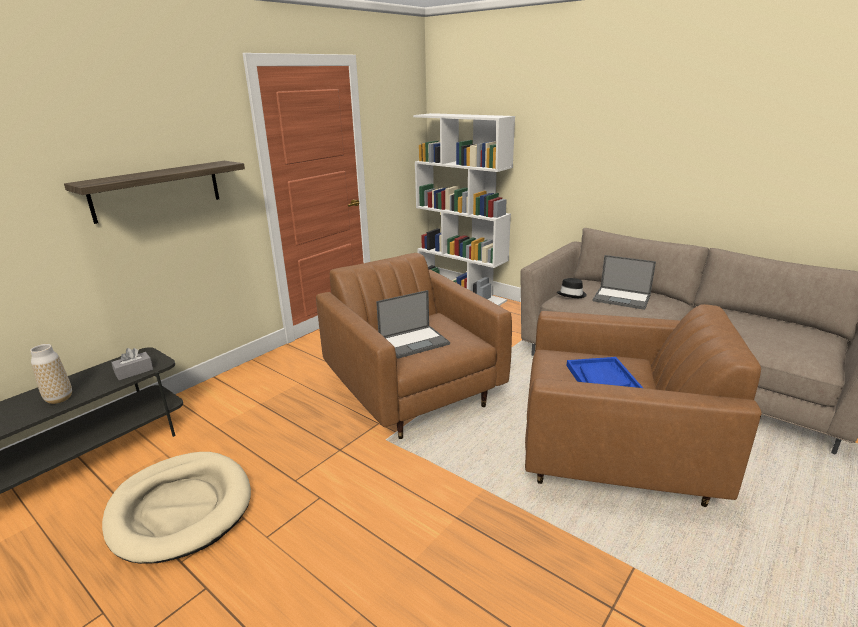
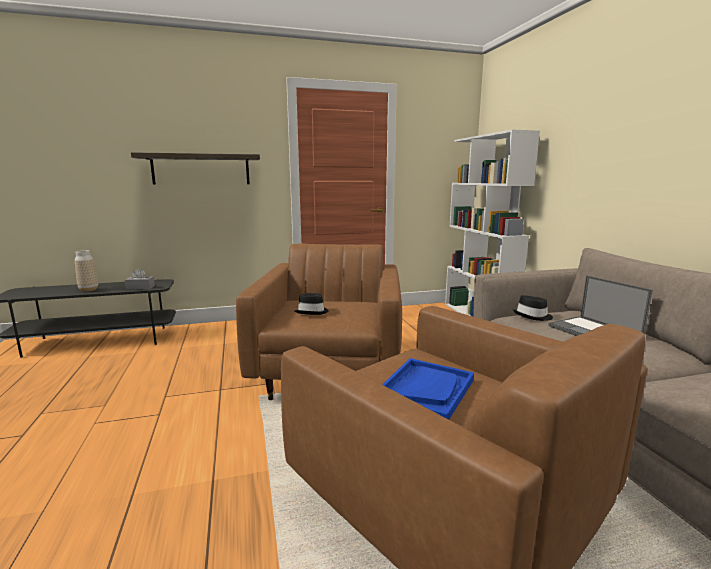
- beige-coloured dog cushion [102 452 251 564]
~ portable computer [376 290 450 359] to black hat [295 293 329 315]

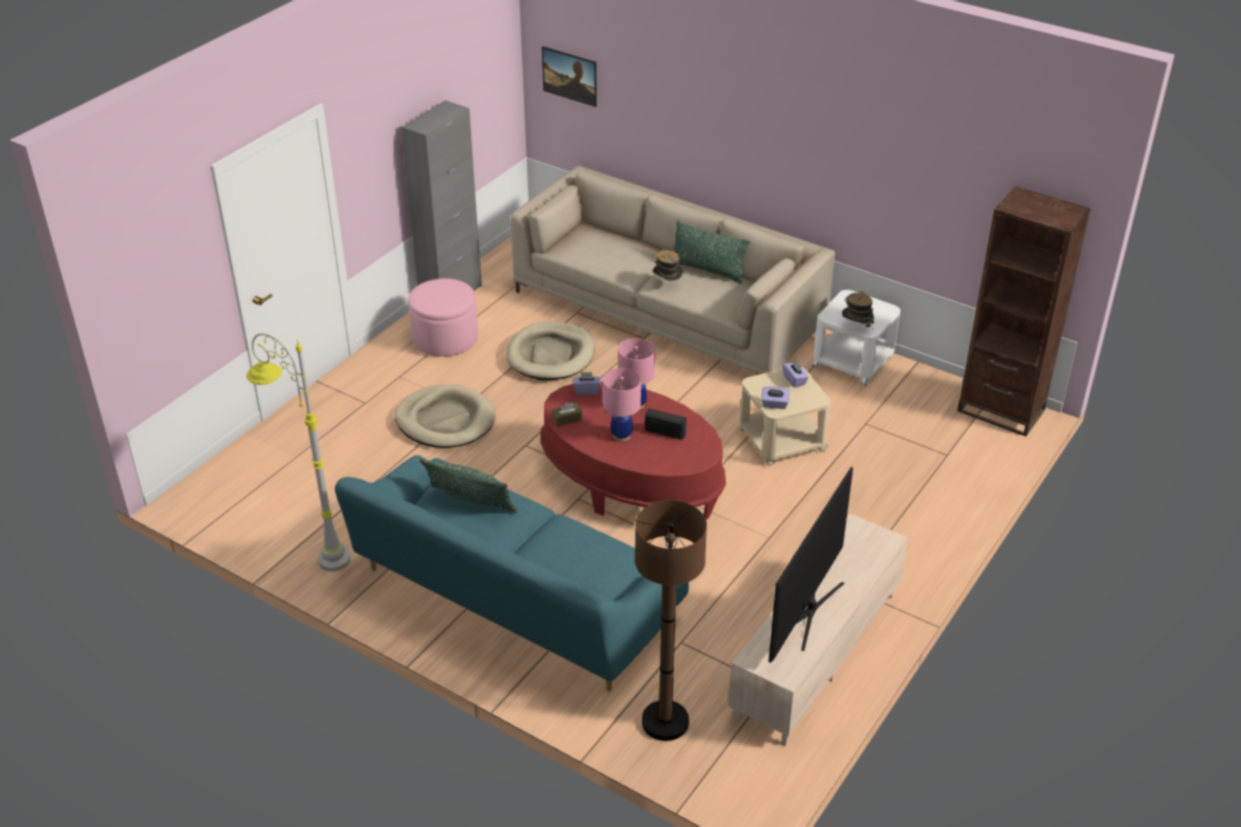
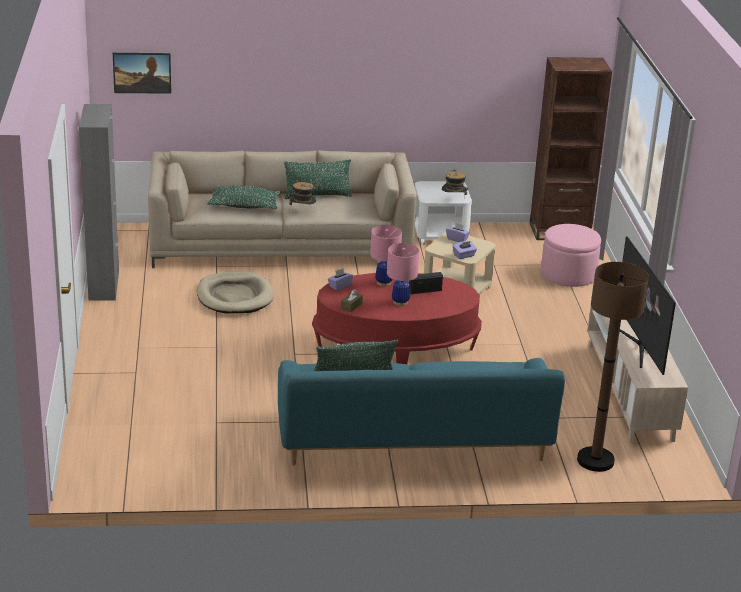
- gray standard lamp [246 333 350 571]
- beige-coloured dog cushion [395 384 496 448]
+ green pillow [207 185 280 209]
~ pink-coloured ottoman [408 278 478 357] to [541 224 601 287]

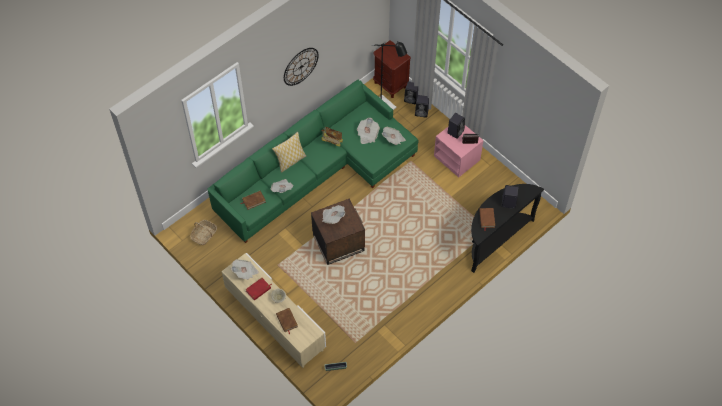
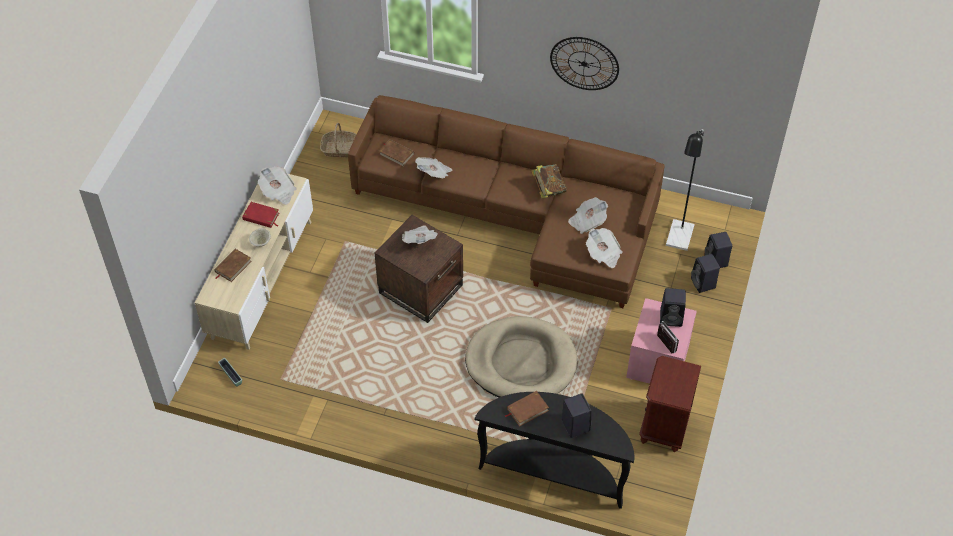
- pillow [272 132 306 173]
+ beige-coloured dog cushion [465 316 578 397]
~ brown-coloured night table [373 40 411 98] to [639 356 701 452]
~ green sofa [207 80 419 243] to brown-coloured sofa [348 95 665 308]

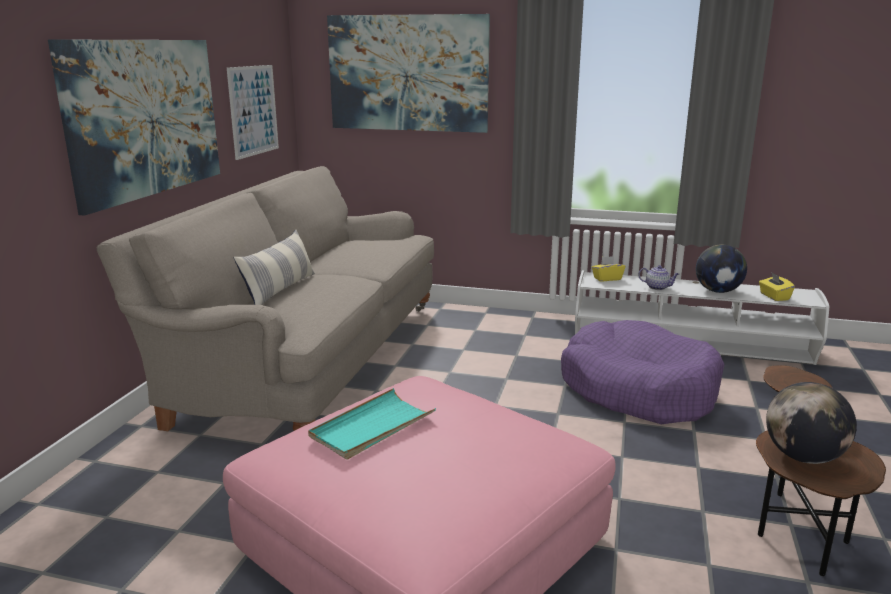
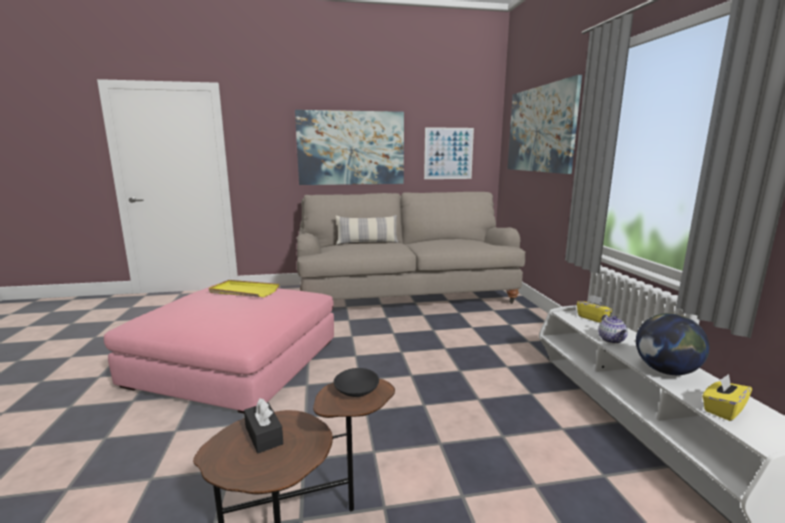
- purple dog cushion [561 320 725 424]
+ black deep dish [334 368 379 397]
~ world globe [766 382 857 464] to black tissue holder [244 398 283 453]
~ turquoise-coloured tray [308 388 436 459] to yellowish tray [209 280 279 297]

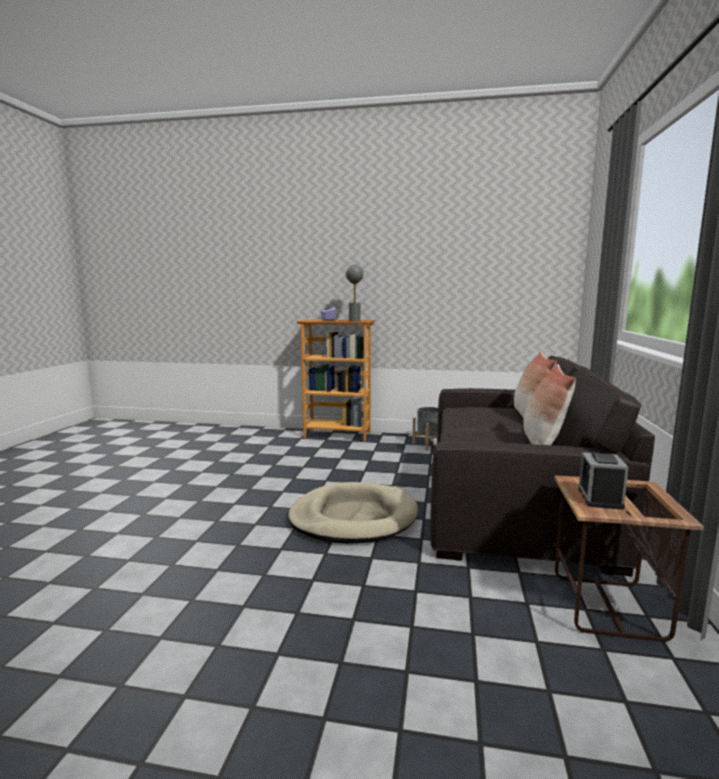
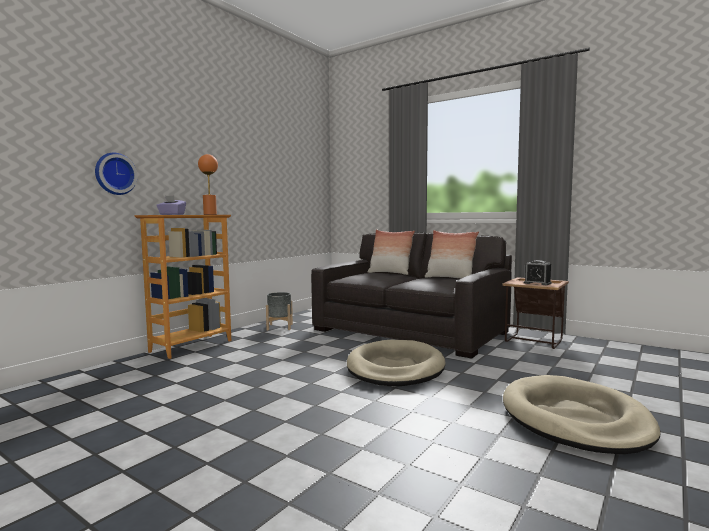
+ wall clock [95 153 137 195]
+ beige-coloured dog cushion [503 375 661 454]
~ gray tabletop lamp [346 264 363 321] to orange tabletop lamp [198 154 218 215]

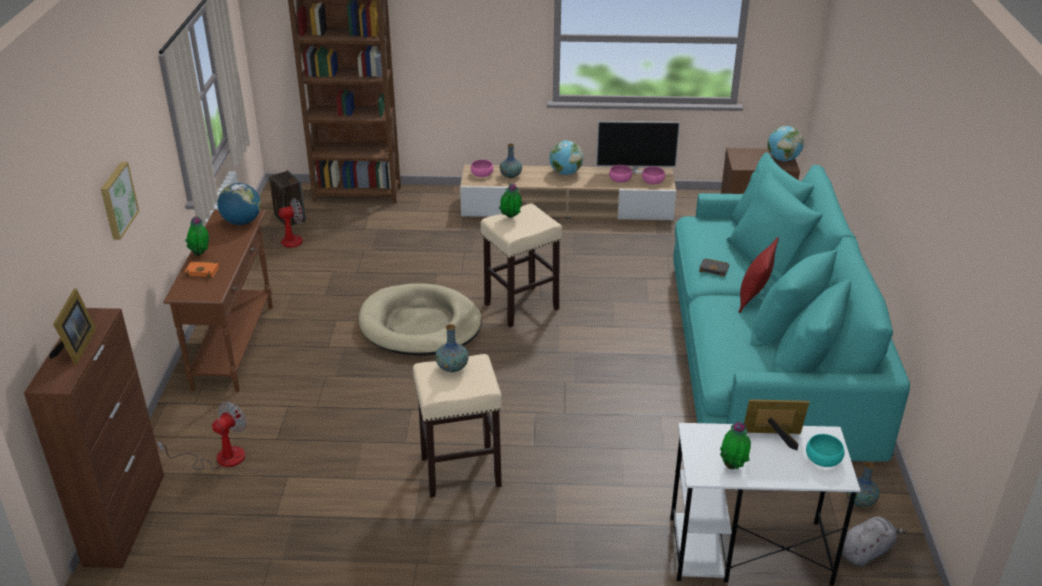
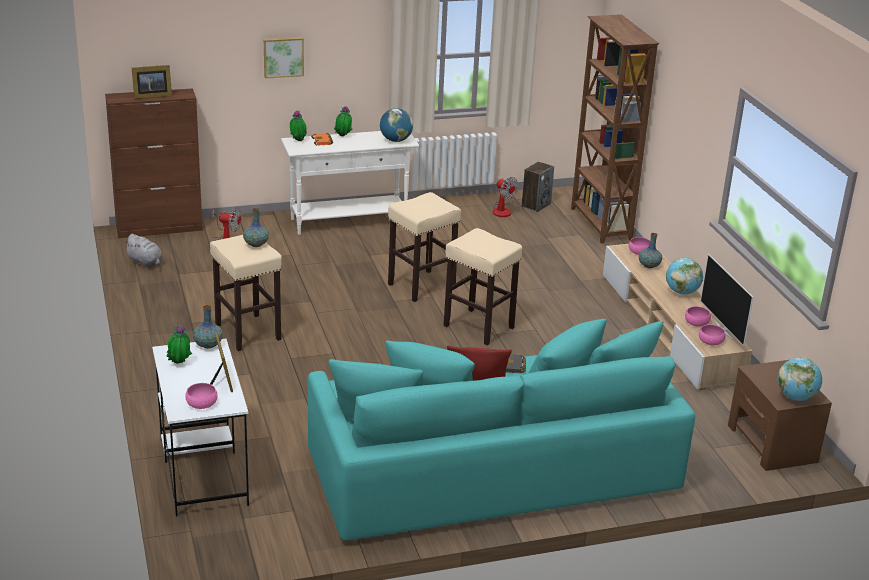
~ plant in a pot [499 183 522 218] to [290 111 307 141]
~ gray cuddly toy [842 516 907 567] to [124 234 163 268]
~ flower vase [846 462 879 507] to [193 305 223 349]
~ beige-coloured dog cushion [358 283 482 356] to beige-coloured stool seat [388 192 461 302]
~ brown-coloured console table [163 210 273 392] to white-coloured console table [281 131 419 235]
~ turquoise-coloured deep dish [806 434 844 467] to pink-coloured deep dish [185 383 218 409]

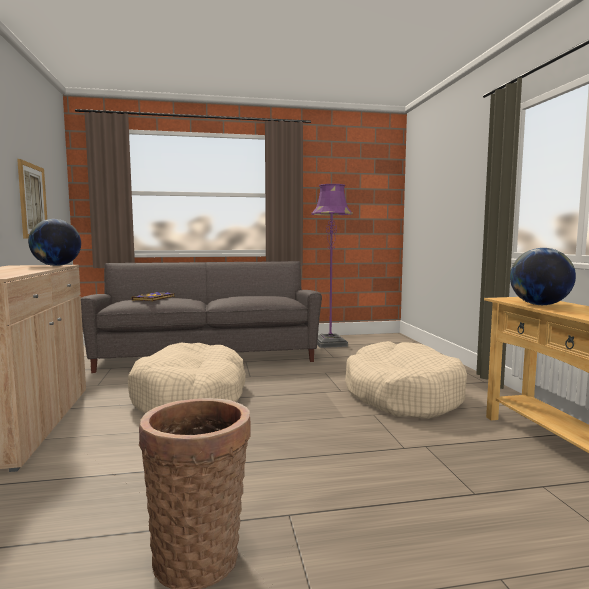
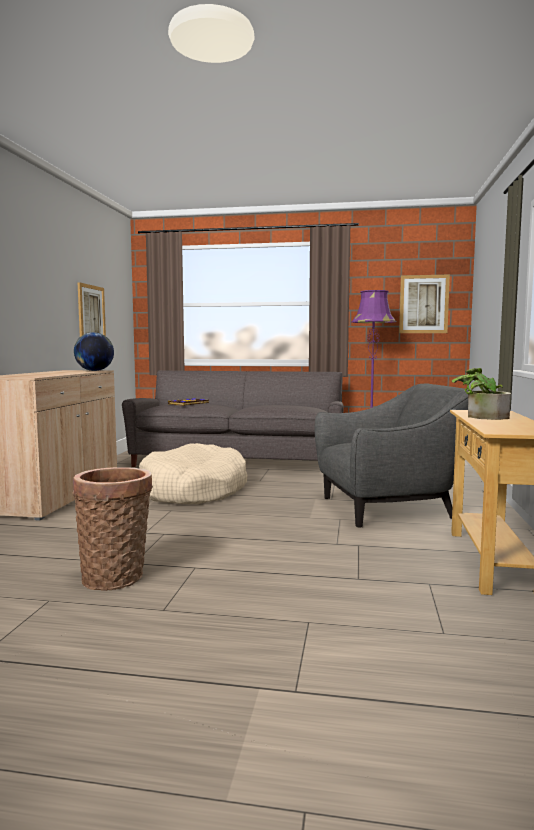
+ picture [399 274 450 333]
~ beige-coloured dog cushion [345 341 467 419] to gray easy chair [315 383 473 527]
~ world globe [510 248 576 305] to plant in a pot [452 368 511 420]

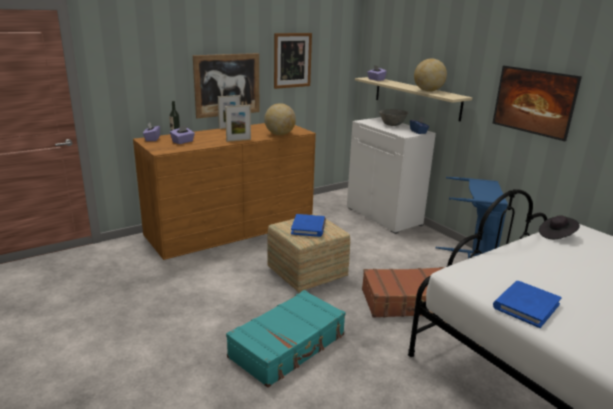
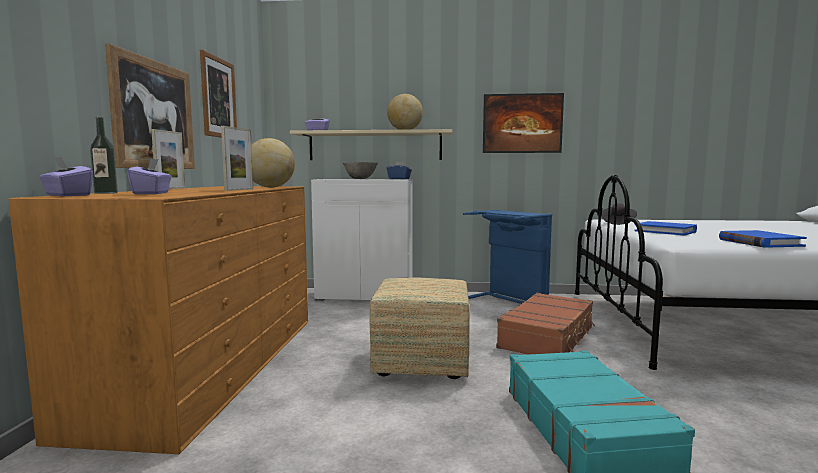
~ bluish bound book [291 214 326 237] to [634 221 697 236]

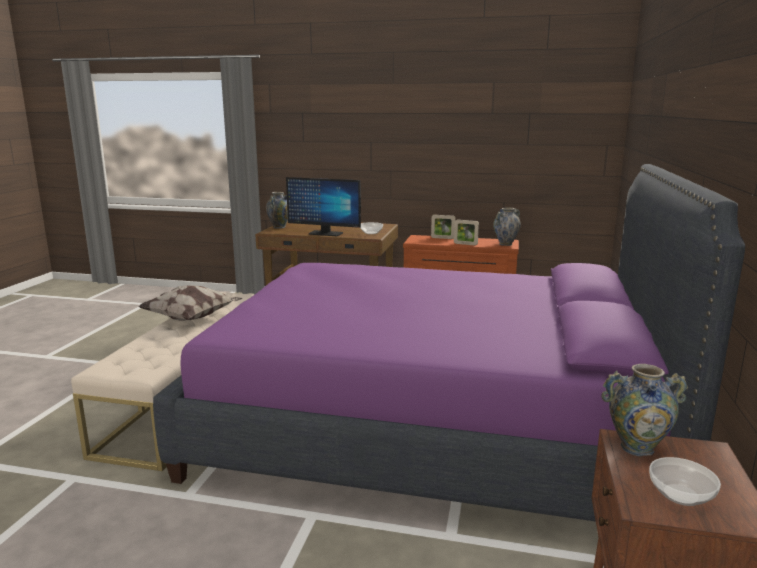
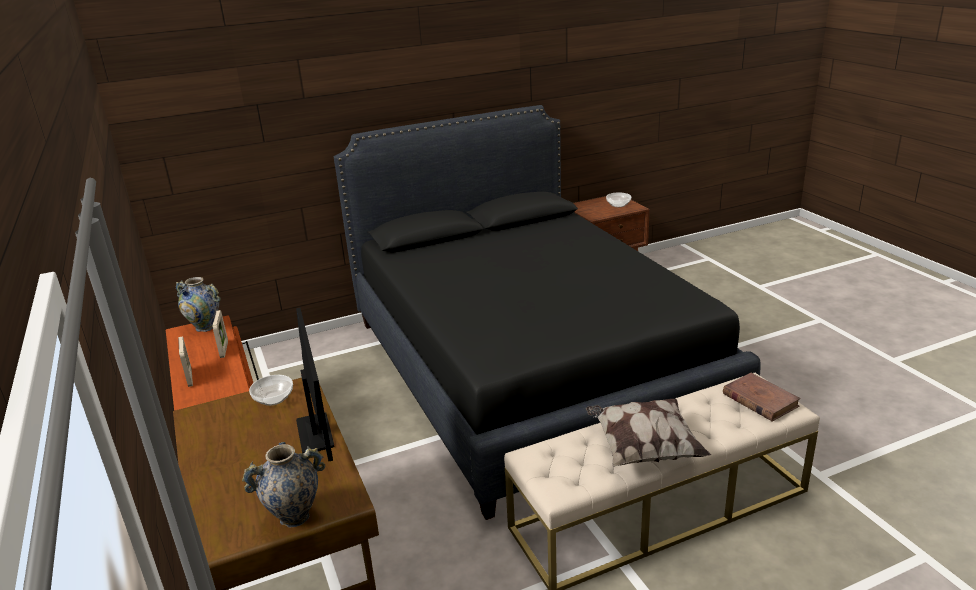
- flower vase [601 364 688 456]
+ brown-coloured bound book [723 373 801 422]
~ purple bed [153 164 745 522] to black bed [334 105 760 520]

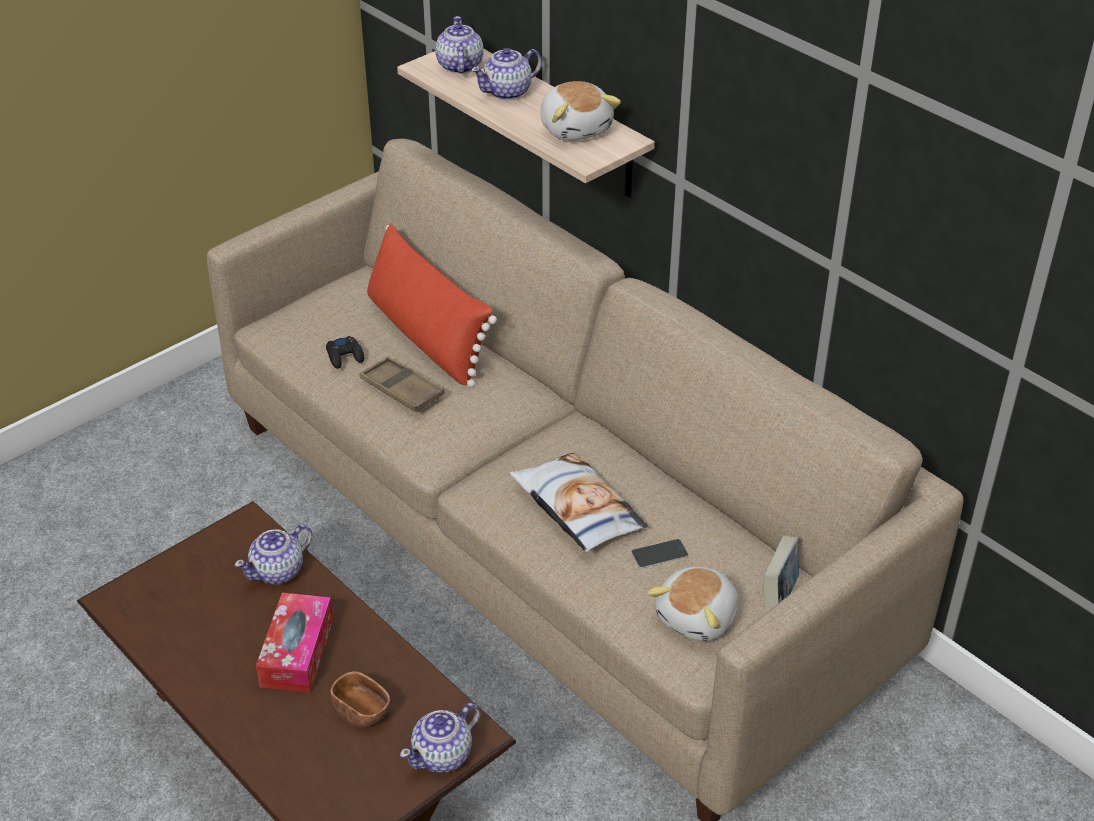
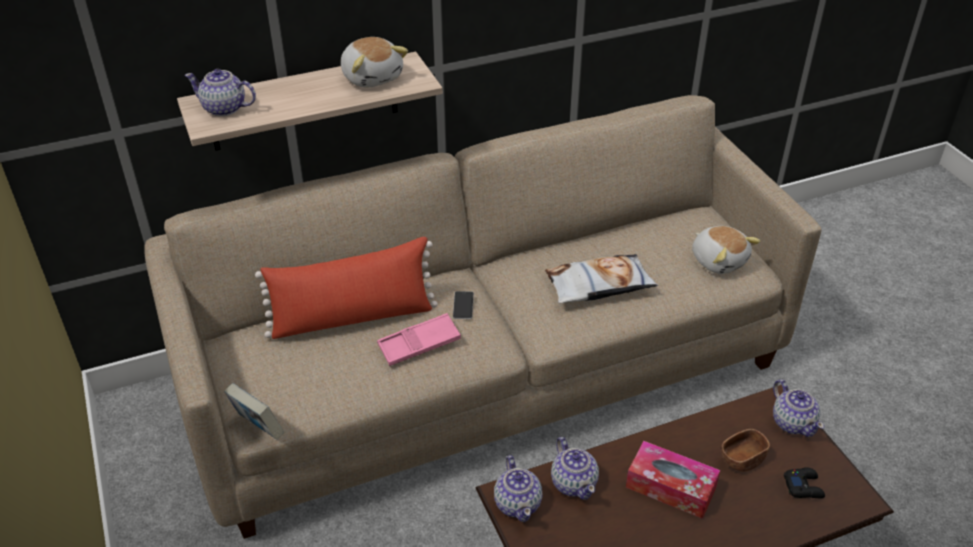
~ black gamepad [326 336 364 369] to [784 468 825 498]
~ teapot [471 48 542 100] to [494 455 543 522]
~ handset [631 539 689 568] to [453 291 474 319]
~ bound book [763 536 799 613] to [224 383 284 440]
~ brown-coloured tray [359 356 445 412] to pink-coloured tray [377 313 461 366]
~ cuddly toy [540 81 621 141] = [341 37 408 88] 60 degrees clockwise

